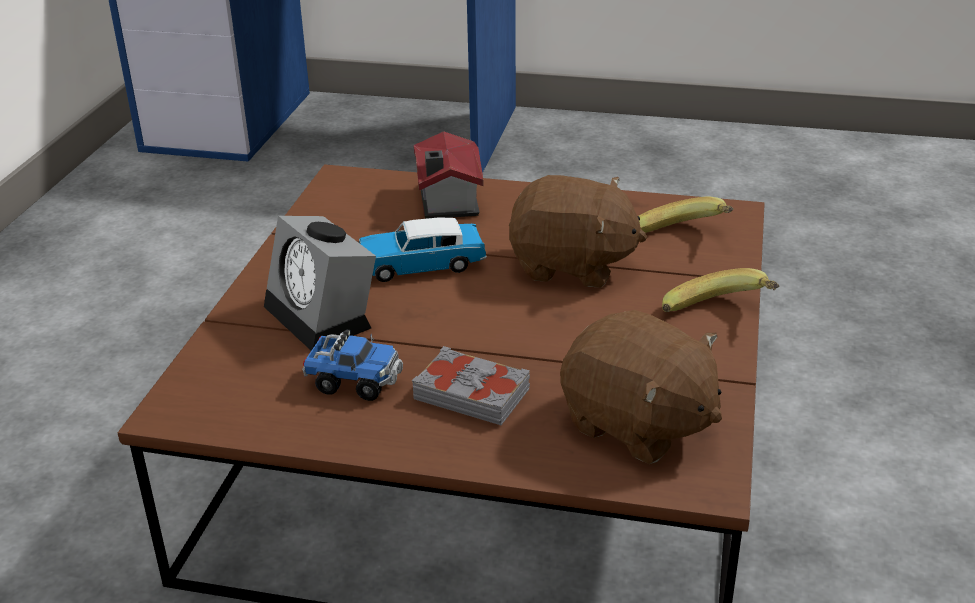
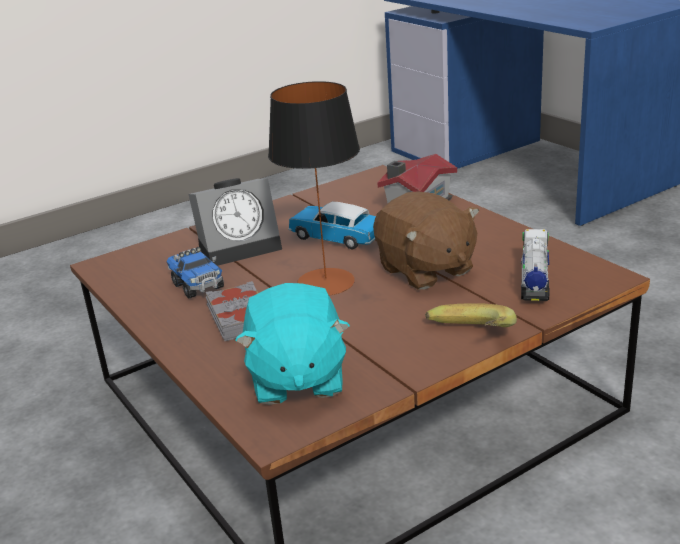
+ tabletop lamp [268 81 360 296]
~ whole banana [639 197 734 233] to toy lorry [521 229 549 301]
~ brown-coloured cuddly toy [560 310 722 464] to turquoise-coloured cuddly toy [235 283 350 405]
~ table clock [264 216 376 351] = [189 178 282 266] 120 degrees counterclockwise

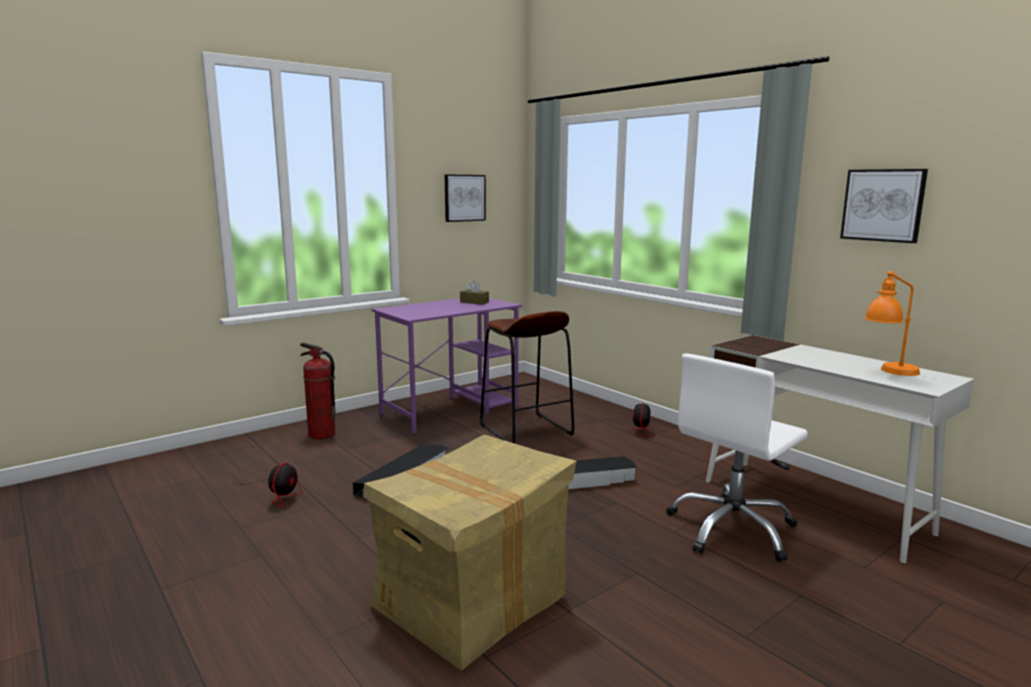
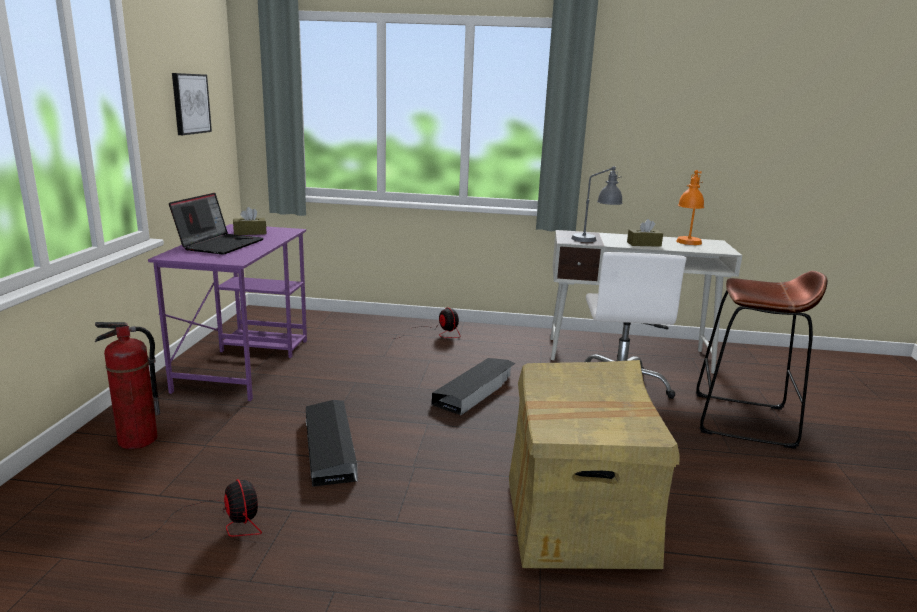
- picture [840 169 928 243]
+ portable computer [169 193 264 255]
+ gray tabletop lamp [571 166 623 242]
+ brown-coloured tissue holder [627 219 663 247]
~ brown-coloured stool seat [480 311 574 443] to [696 271 828 449]

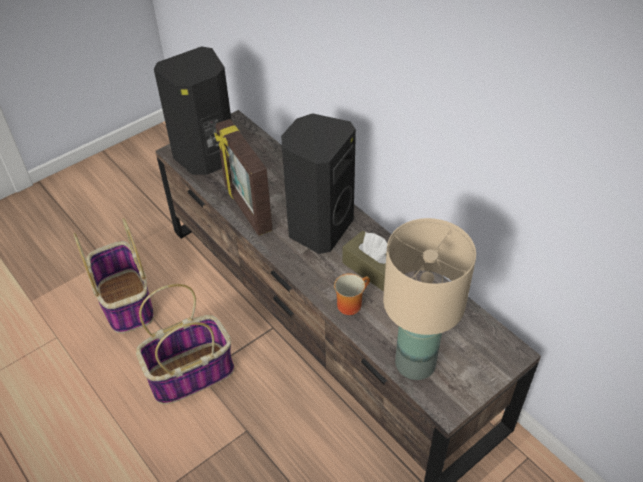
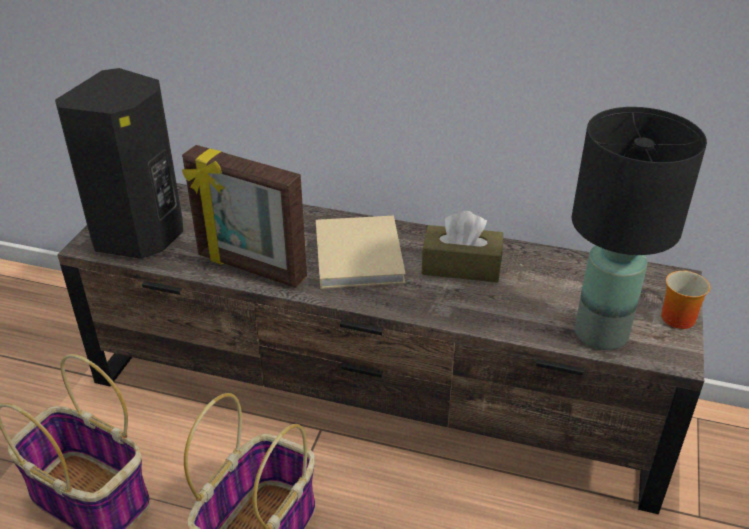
~ tea mug [334 274 370 315] to [661 270 710 329]
~ black loudspeaker [281 113 356 254] to beige-coloured bound book [316 216 406 289]
~ beige-coloured tabletop lamp [383 218 476 380] to black tabletop lamp [572 107 707 350]

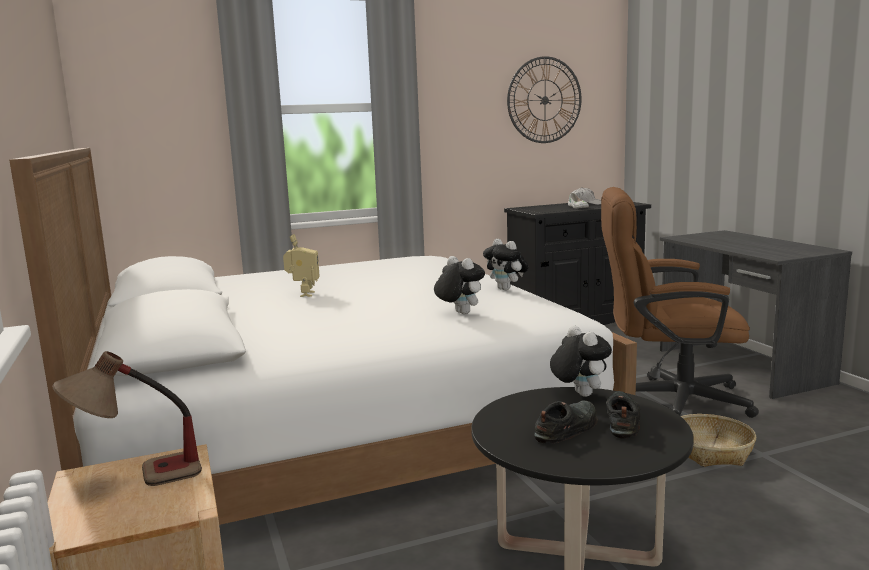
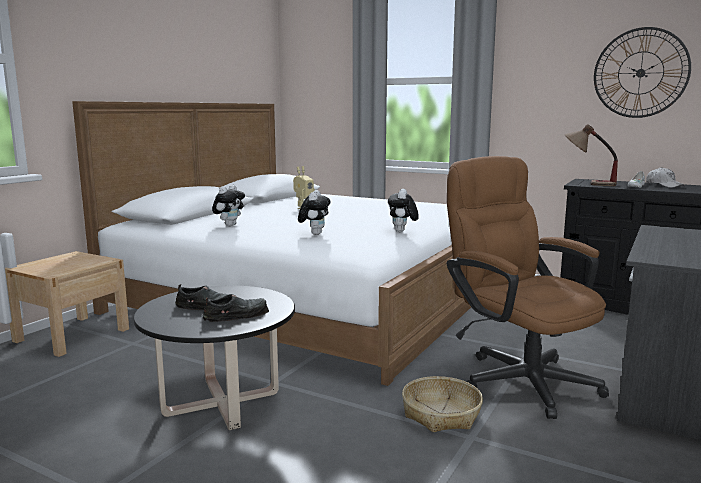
~ tabletop lamp [52 351 202 486] to [565 124 618 186]
~ cuddly toy [550 325 612 397] to [212 185 245 226]

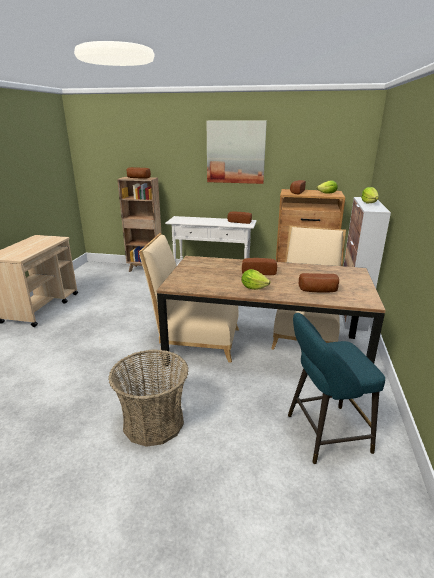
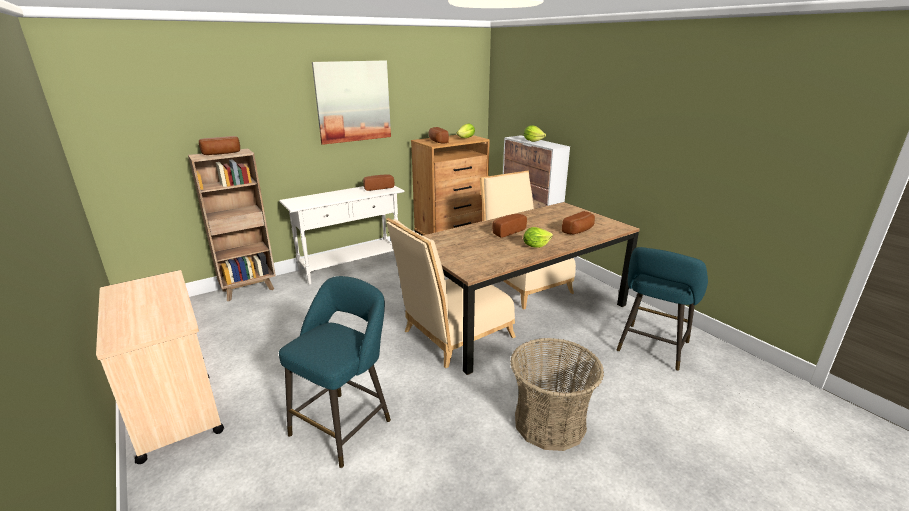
+ turquoise-coloured stool seat [279 276 391 468]

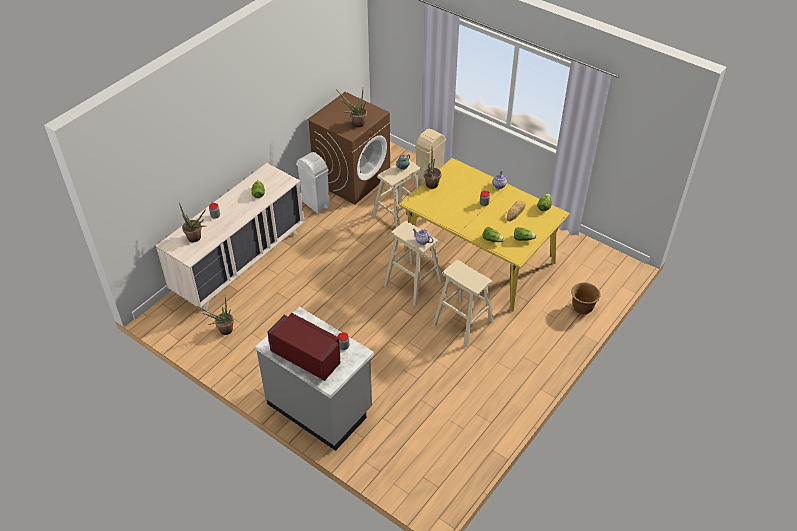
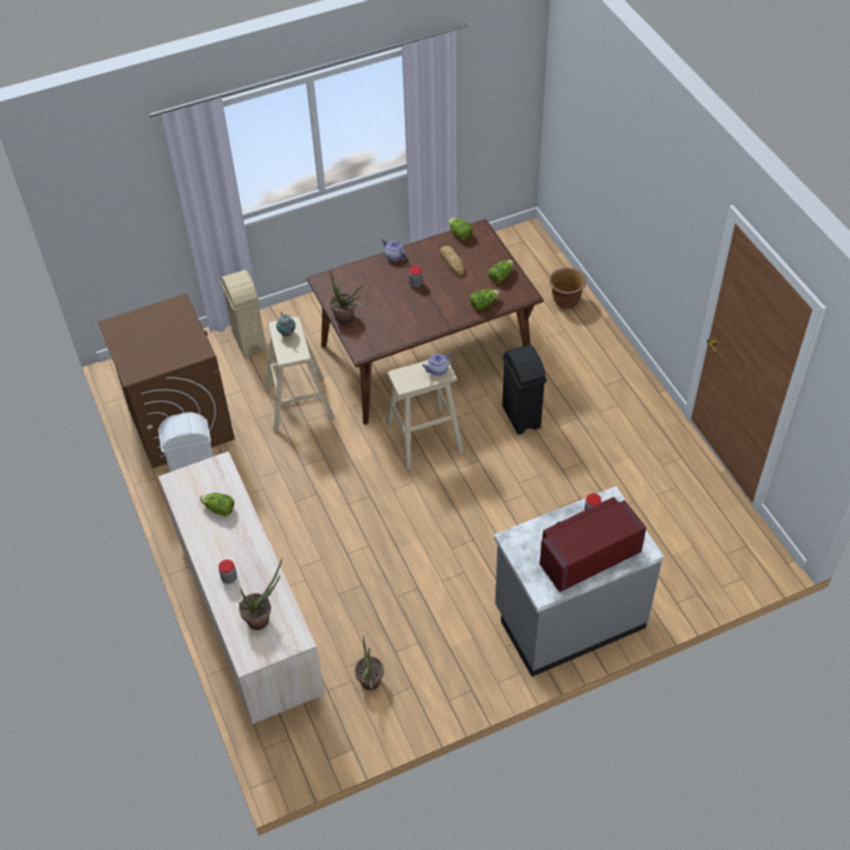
- plant in a pot [337 90 367 128]
~ beige-coloured stool seat [432 260 494 348] to black rubbish bin [502 345 547 435]
~ yellowish dining table [399 158 570 312] to brown-coloured dining table [307 219 544 425]

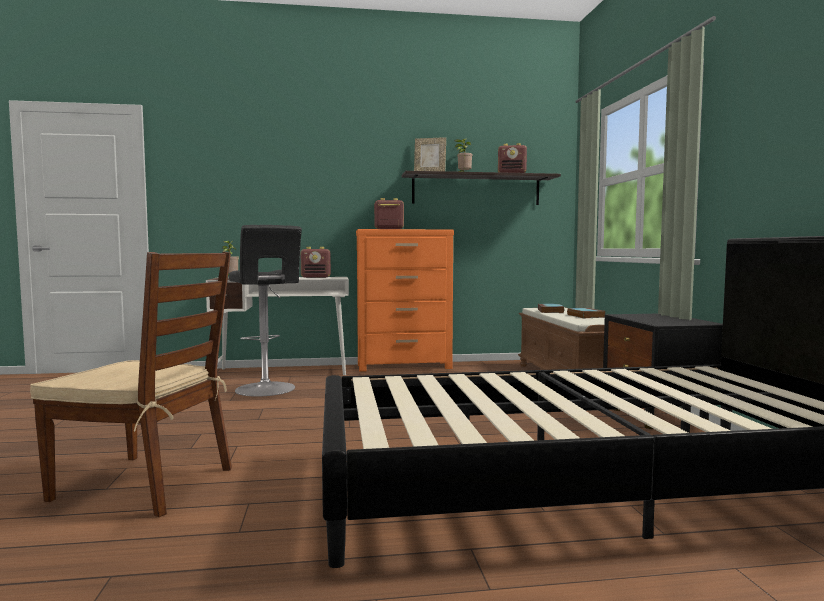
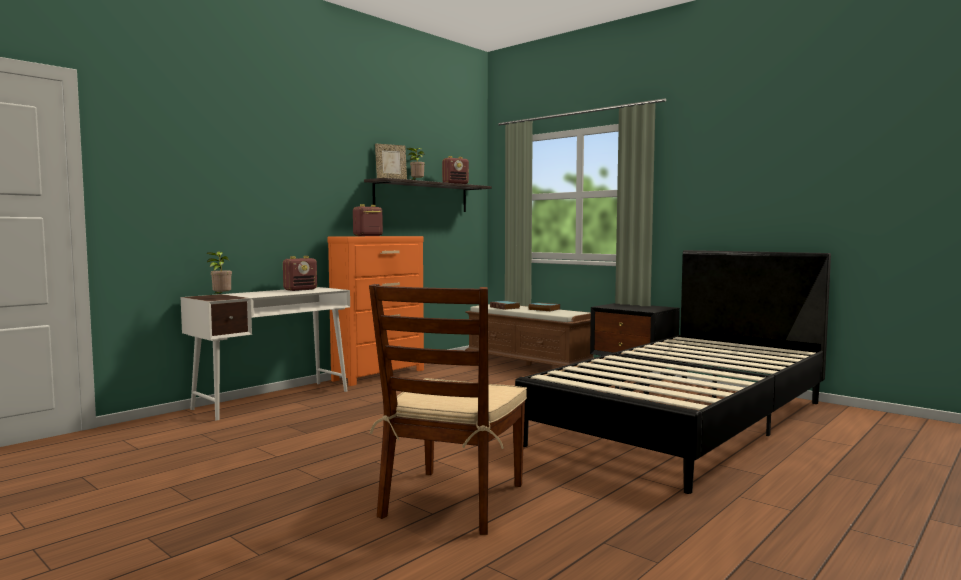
- black stool seat [229 225 302 397]
~ brown-coloured plain chair [30 252 232 517] = [369 284 527 535] 135 degrees clockwise

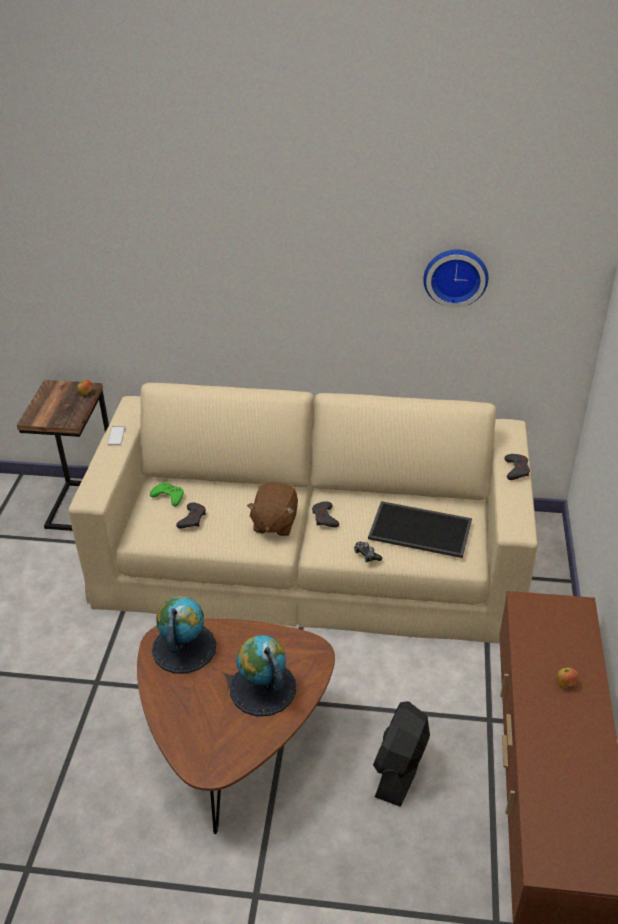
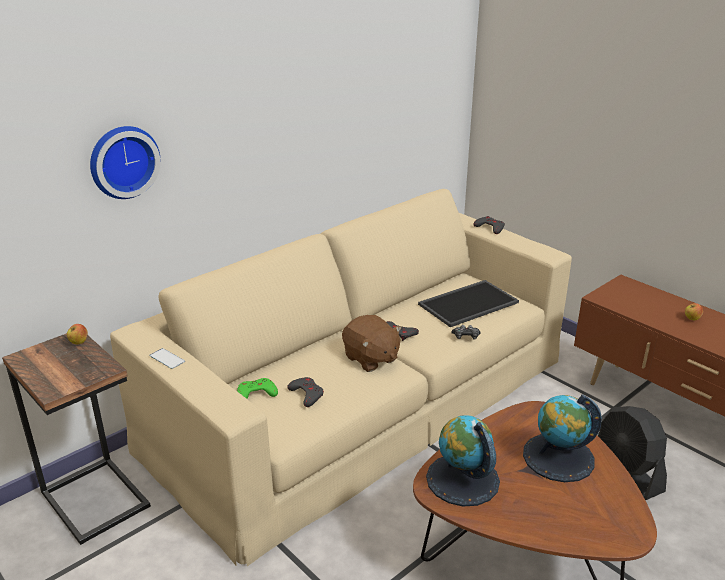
~ wall clock [423 249 488 308] to [90 126 160 199]

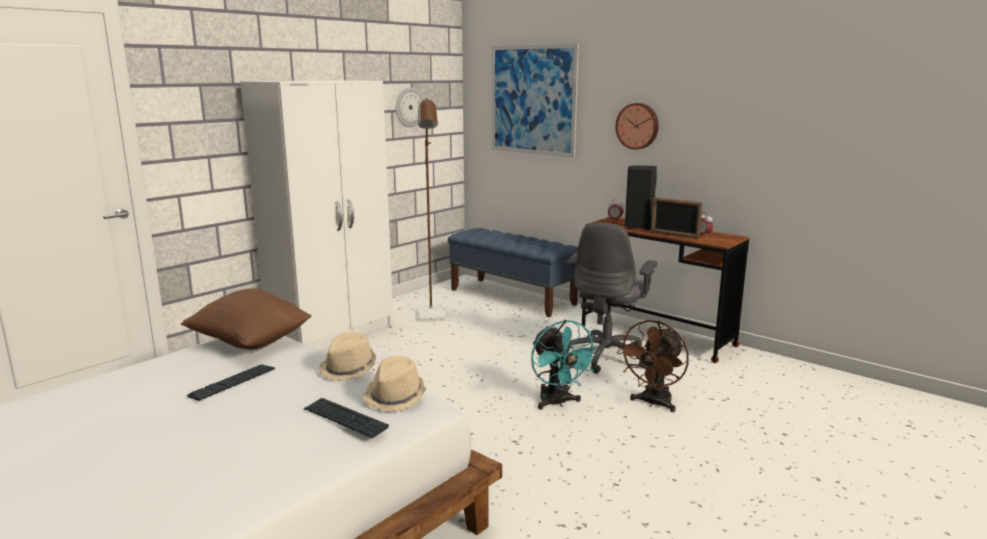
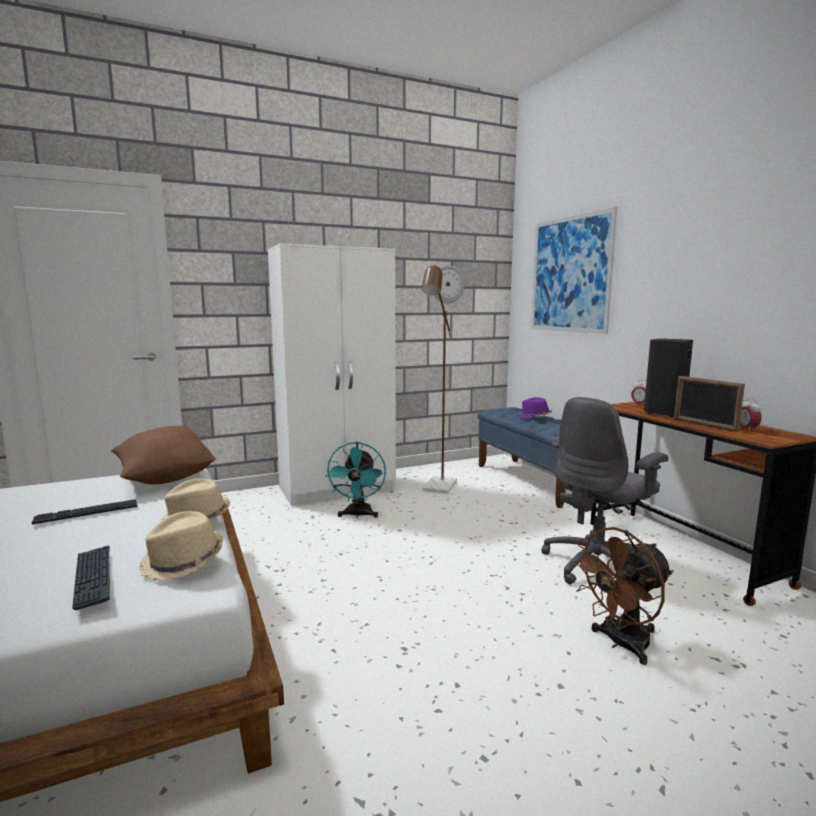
- wall clock [615 103 659 150]
+ purple hat [518 397 552 418]
~ turquoise-coloured electric fan [531 320 600 410] to [325 442 386 518]

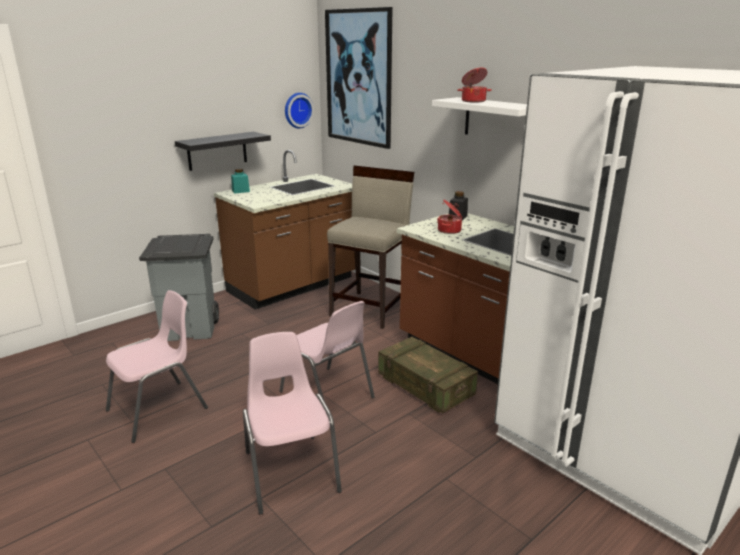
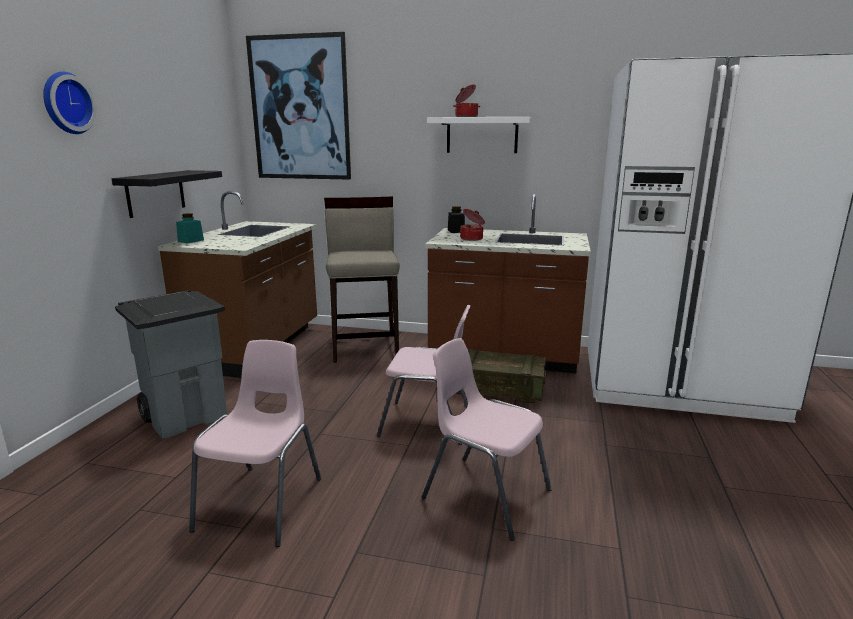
~ wall clock [285 93 314 128] to [43 72 97 134]

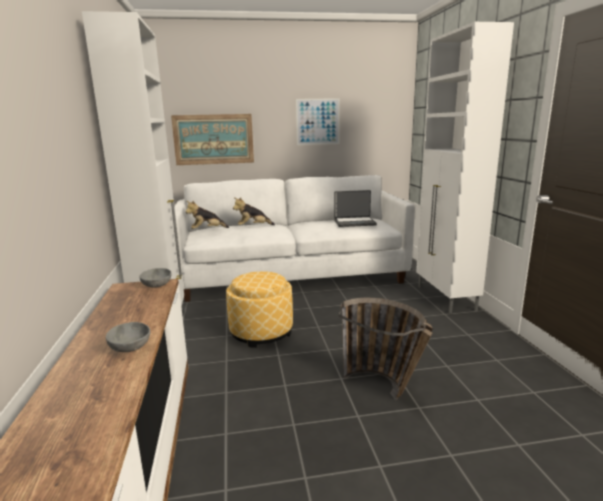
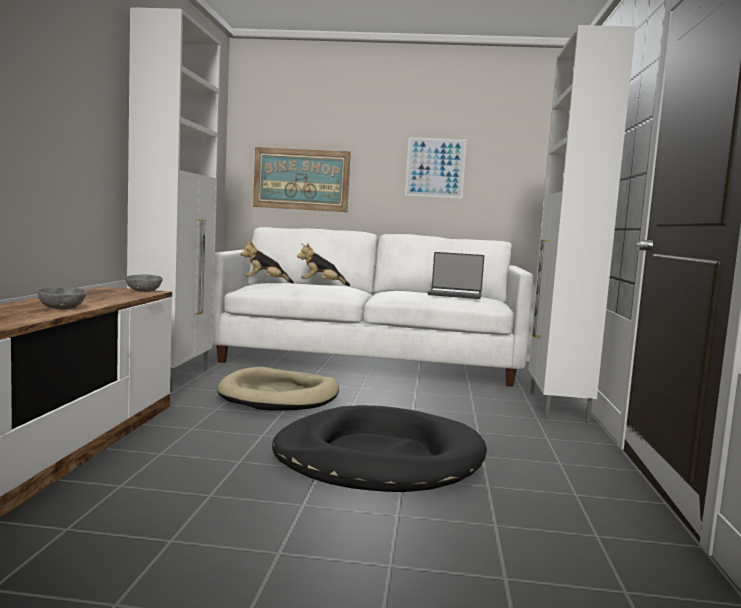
~ ottoman [226 271 293 348] to beige-coloured dog cushion [217 367 339 410]
~ basket [339 298 433 400] to black dog cushion [272 405 487 492]

